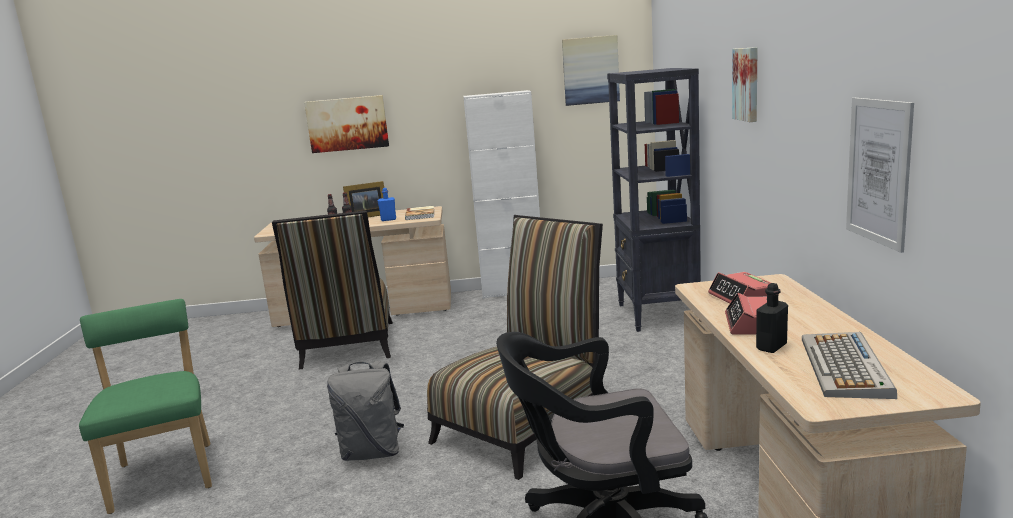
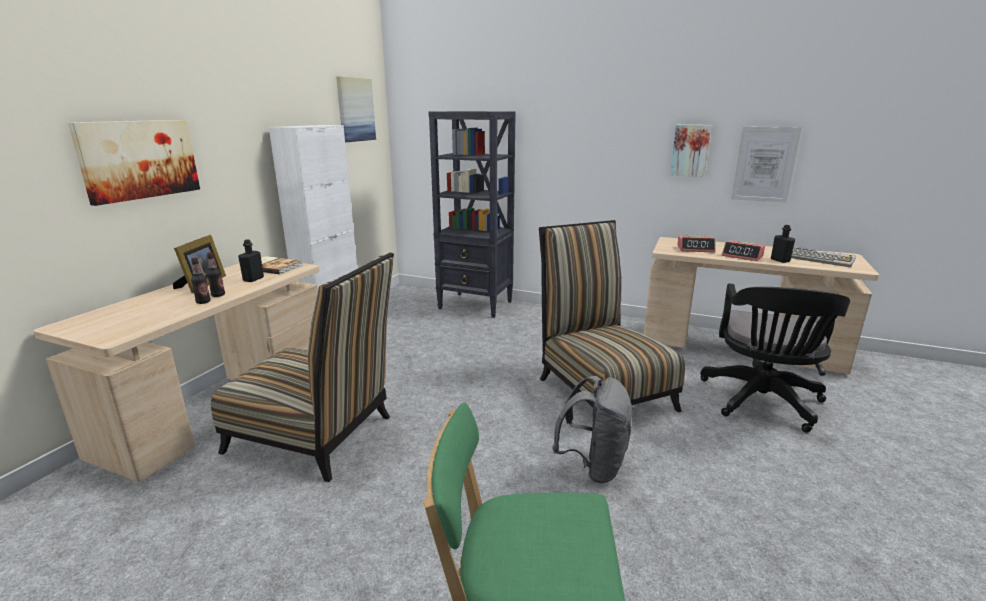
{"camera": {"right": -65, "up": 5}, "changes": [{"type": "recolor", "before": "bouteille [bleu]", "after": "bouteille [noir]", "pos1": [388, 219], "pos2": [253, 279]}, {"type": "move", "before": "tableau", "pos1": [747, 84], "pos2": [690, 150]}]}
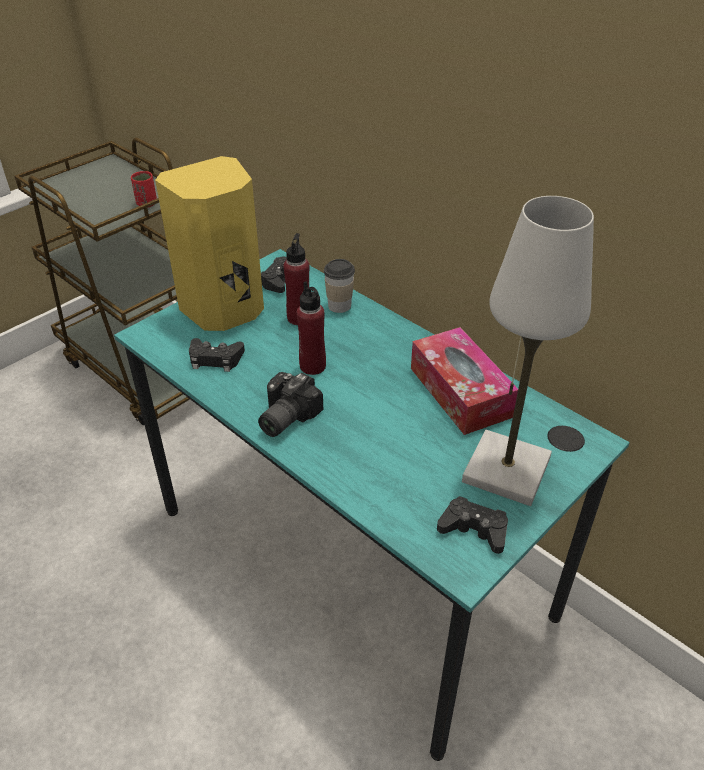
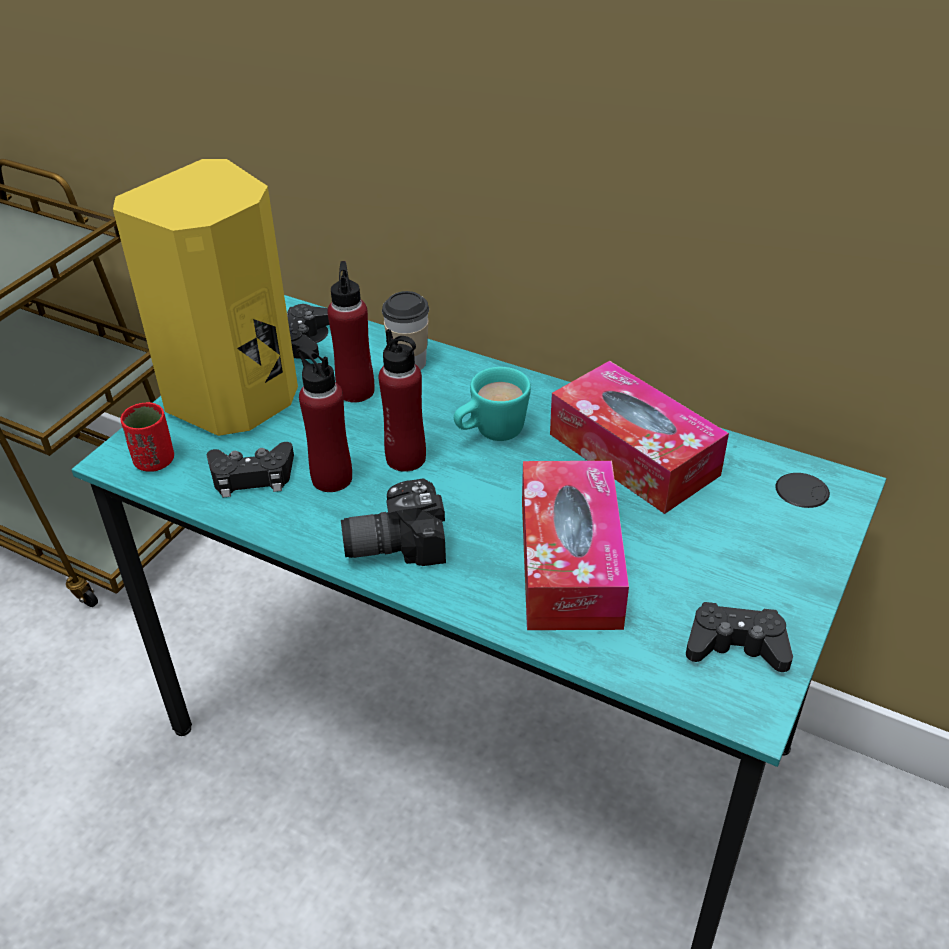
{"camera": {"right": -15, "up": 0}, "changes": [{"type": "move", "before": "tasse [rouge]", "pos1": [147, 203], "pos2": [154, 461]}, {"type": "insert", "after": "bouteille [rouge]", "pos2": [331, 478]}, {"type": "rotate", "before": "appareil photo", "pos1": [284, 417], "pos2": [393, 542], "turn": 60}, {"type": "insert", "after": "mug [turquoise]", "pos2": [490, 433]}, {"type": "insert", "after": "boîte à mouchoirs", "pos2": [569, 562]}, {"type": "delete", "before": "lampe de table [blanc]", "pos1": [505, 470]}]}
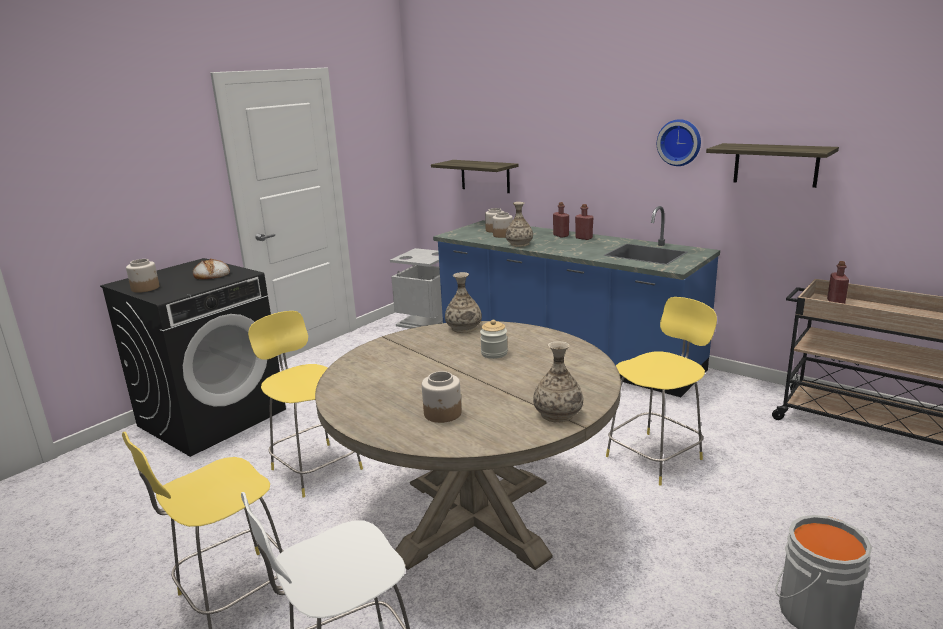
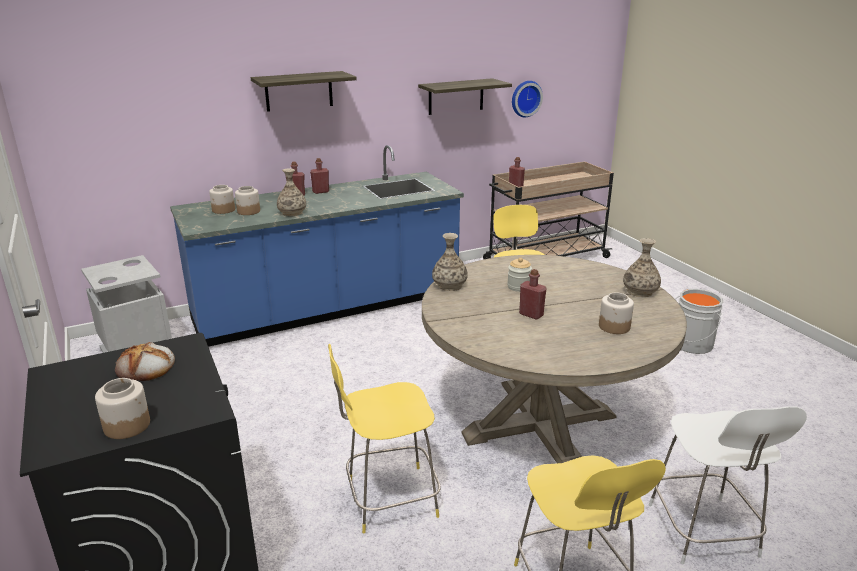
{"camera": {"right": -65, "up": 5}, "changes": [{"type": "move", "before": "étagère", "pos1": [485, 176], "pos2": [299, 91]}, {"type": "move", "before": "horloge murale", "pos1": [680, 142], "pos2": [525, 98]}, {"type": "insert", "after": "bouteille [rouge]", "pos2": [531, 314]}]}
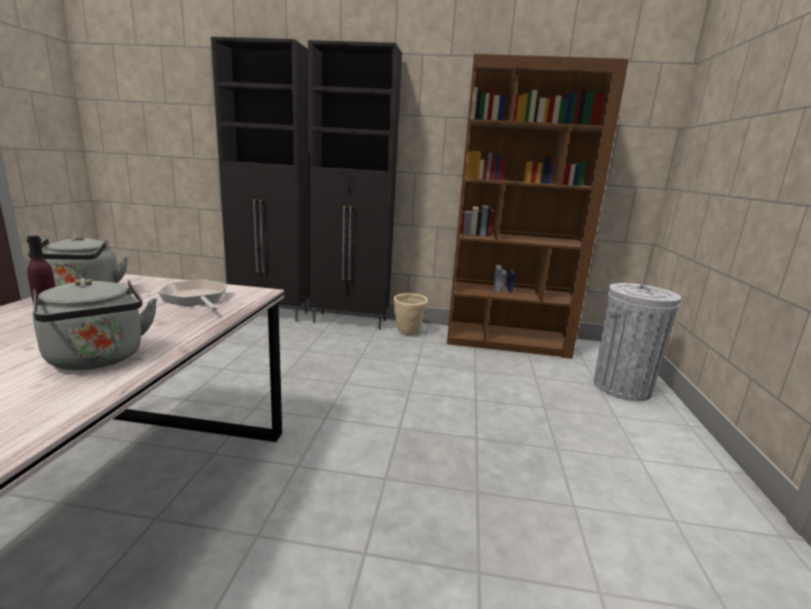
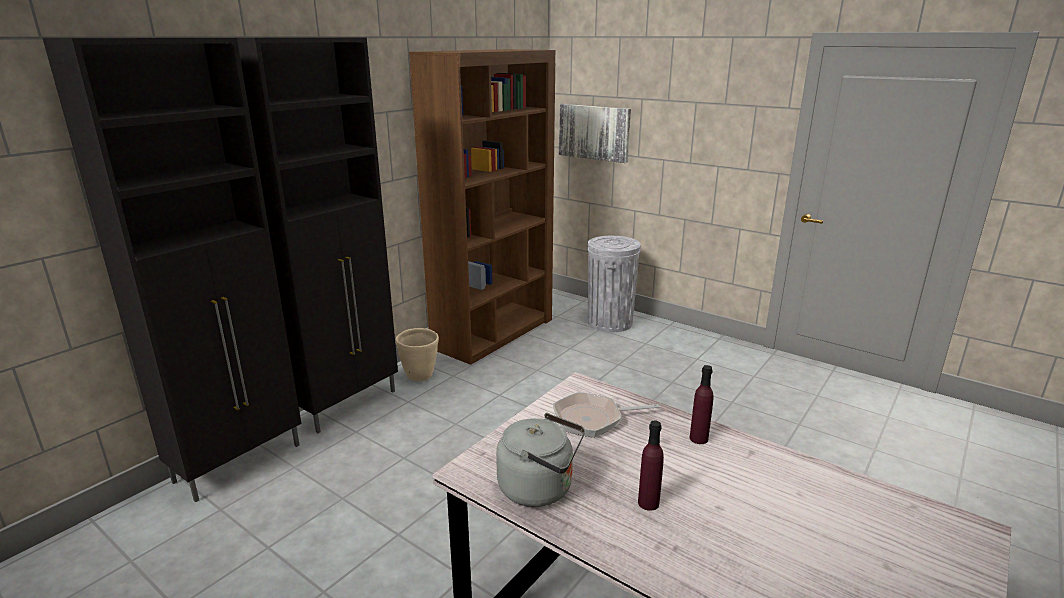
{"camera": {"right": -60, "up": 5}, "changes": [{"type": "insert", "after": "tableau", "pos2": [594, 132]}, {"type": "insert", "after": "bouteille [violet]", "pos2": [698, 438]}, {"type": "delete", "before": "bouilloire [gris]", "pos1": [98, 360]}]}
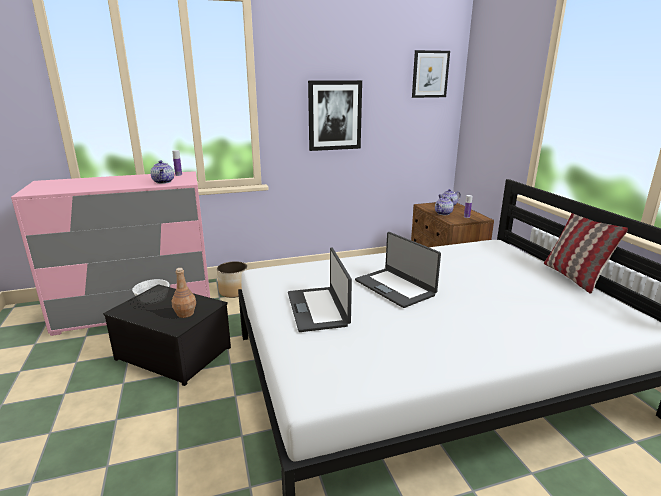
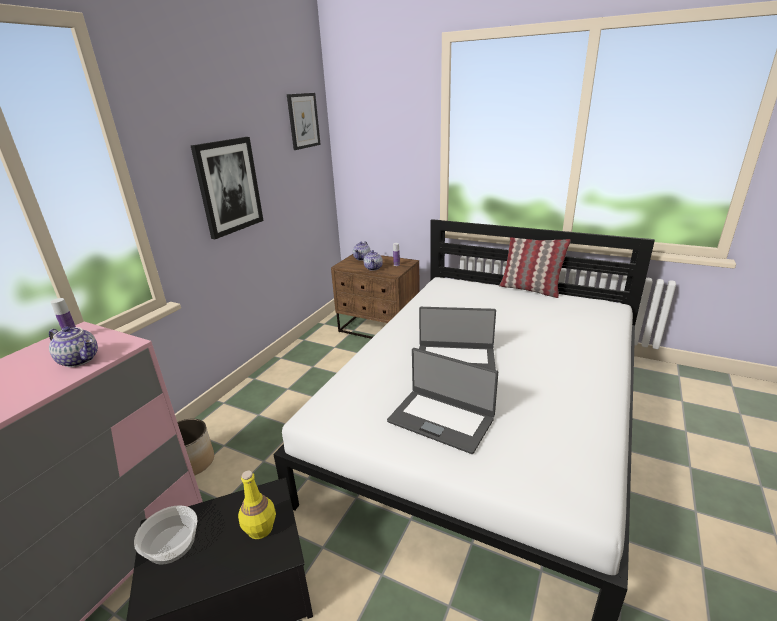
{"camera": {"right": -45, "up": 5}, "changes": [{"type": "recolor", "before": "bouteille [marron]", "after": "bouteille [jaune]", "pos1": [185, 313], "pos2": [260, 528]}]}
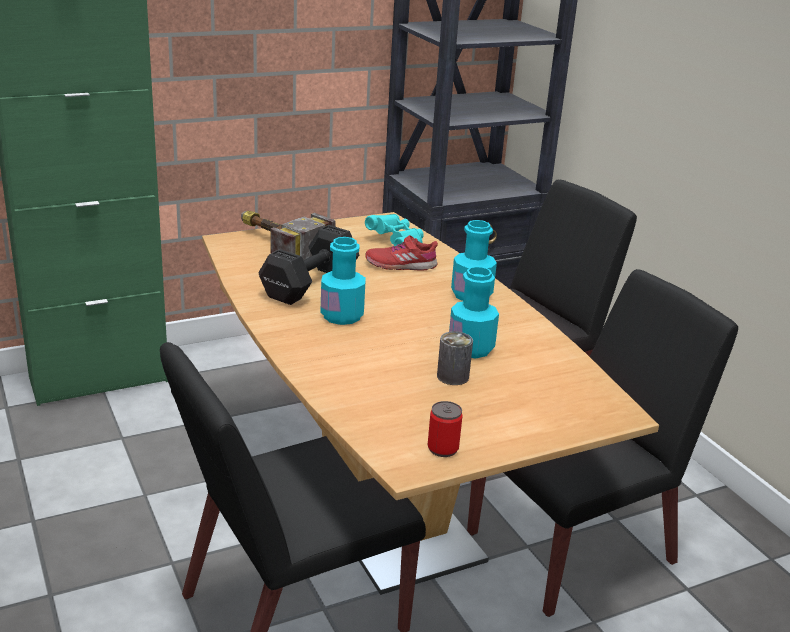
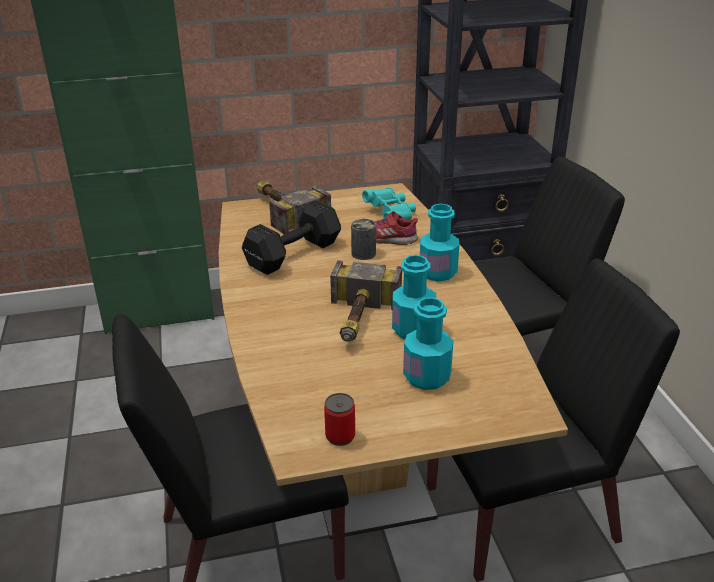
{"camera": {"right": 15, "up": 5}, "changes": [{"type": "insert", "after": "marteau", "pos2": [358, 320]}, {"type": "move", "before": "boîte métallique", "pos1": [453, 376], "pos2": [363, 253]}, {"type": "move", "before": "bouteille [turquoise]", "pos1": [342, 316], "pos2": [427, 377]}]}
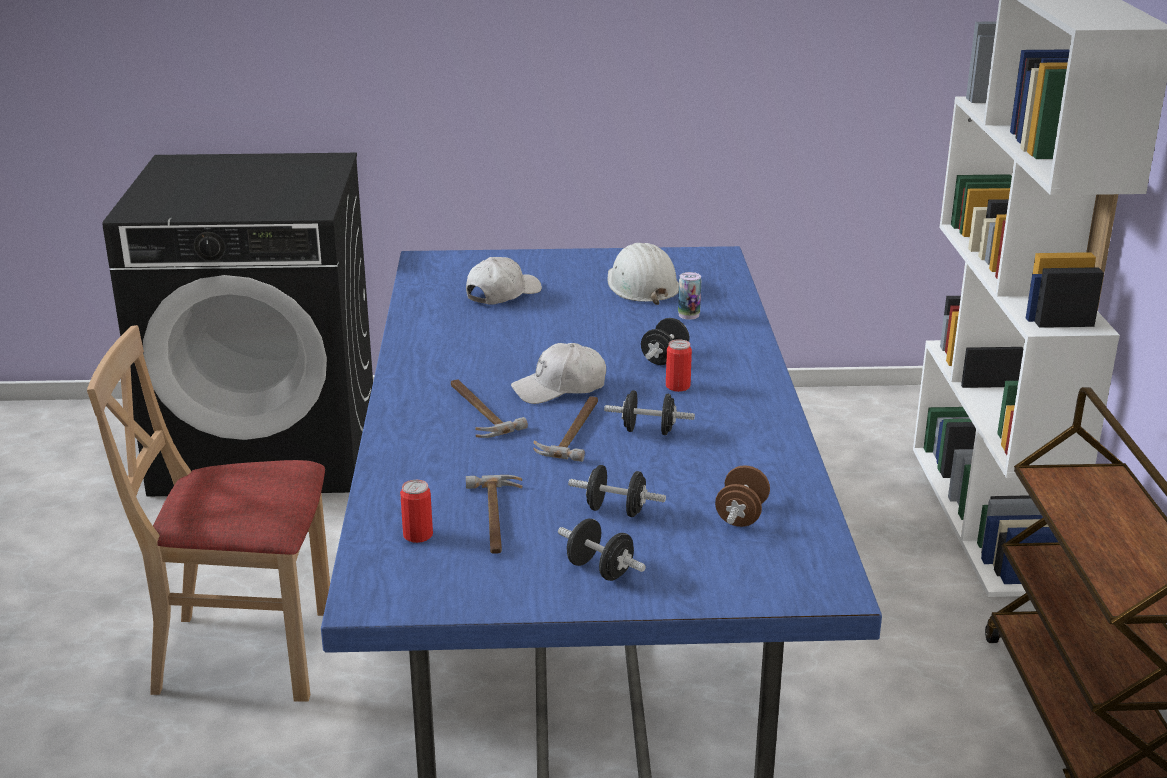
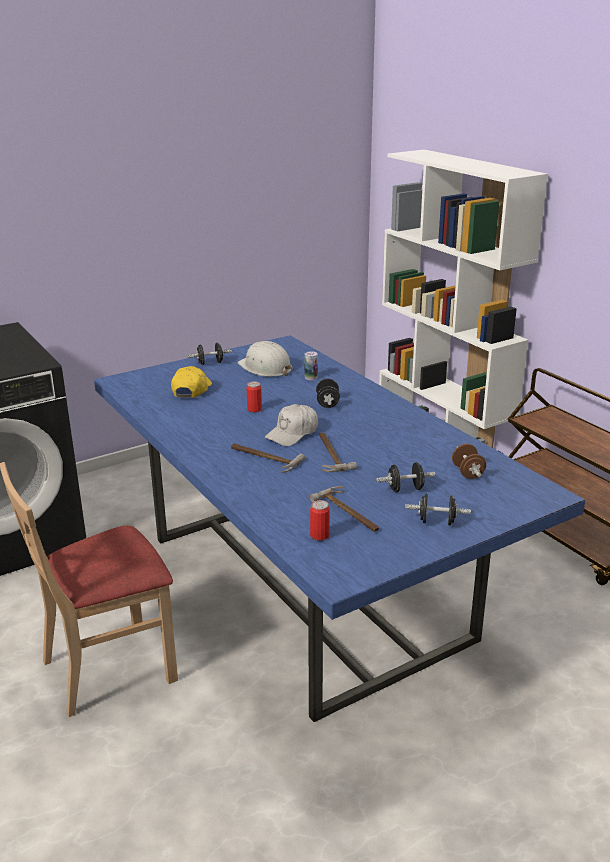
{"camera": {"right": -30, "up": 0}, "changes": [{"type": "recolor", "before": "casquette [blanc]", "after": "casquette [jaune]", "pos1": [502, 294], "pos2": [191, 390]}, {"type": "move", "before": "haltère [noir]", "pos1": [648, 431], "pos2": [210, 363]}, {"type": "move", "before": "boîte métallique", "pos1": [678, 386], "pos2": [254, 409]}]}
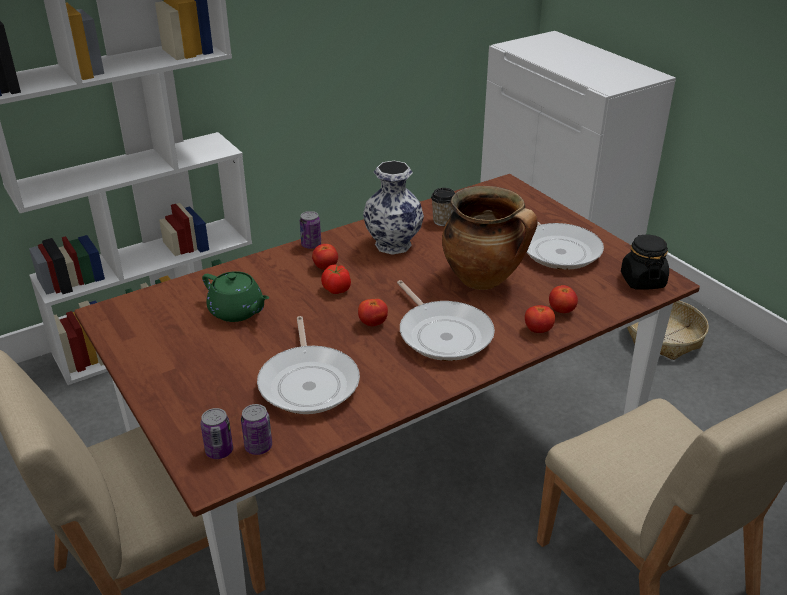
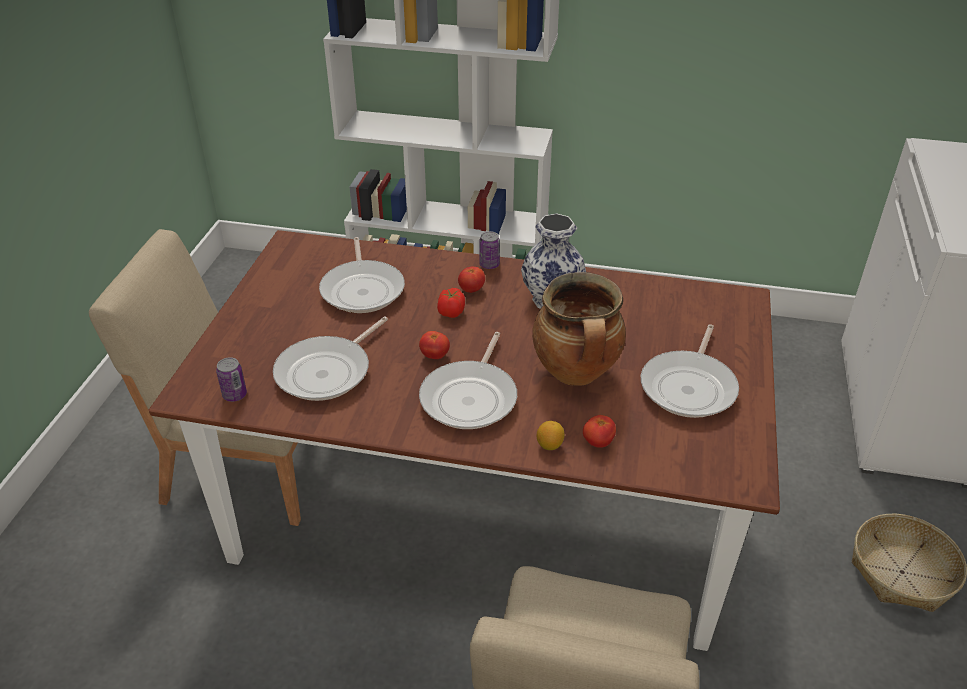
{"camera": {"right": 45, "up": 5}, "changes": [{"type": "replace", "before": "théière [vert]", "after": "poêle", "pos1": [237, 311], "pos2": [363, 289]}, {"type": "replace", "before": "tomate", "after": "citron", "pos1": [538, 330], "pos2": [549, 445]}, {"type": "delete", "before": "boîte métallique", "pos1": [219, 451]}, {"type": "delete", "before": "tasse", "pos1": [443, 221]}, {"type": "delete", "before": "bocal [noir]", "pos1": [642, 280]}]}
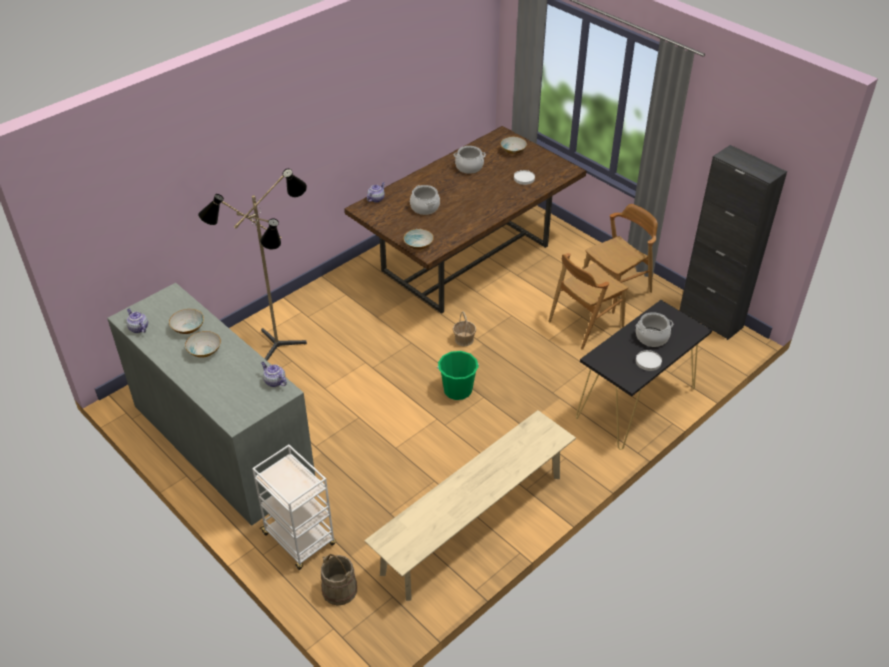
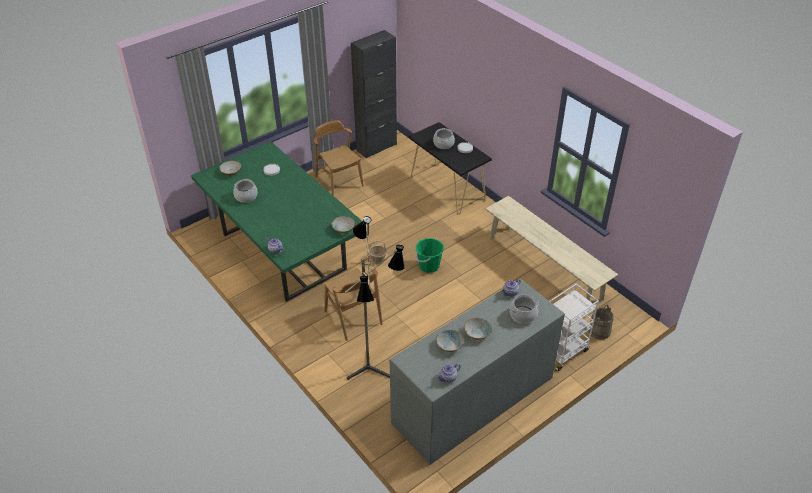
{"camera": {"right": -85, "up": 0}, "changes": [{"type": "recolor", "before": "table à manger [marron]", "after": "table à manger [vert]", "pos1": [467, 258], "pos2": [283, 251]}, {"type": "move", "before": "chaise [marron]", "pos1": [585, 324], "pos2": [353, 318]}, {"type": "move", "before": "marmite", "pos1": [424, 207], "pos2": [523, 315]}]}
